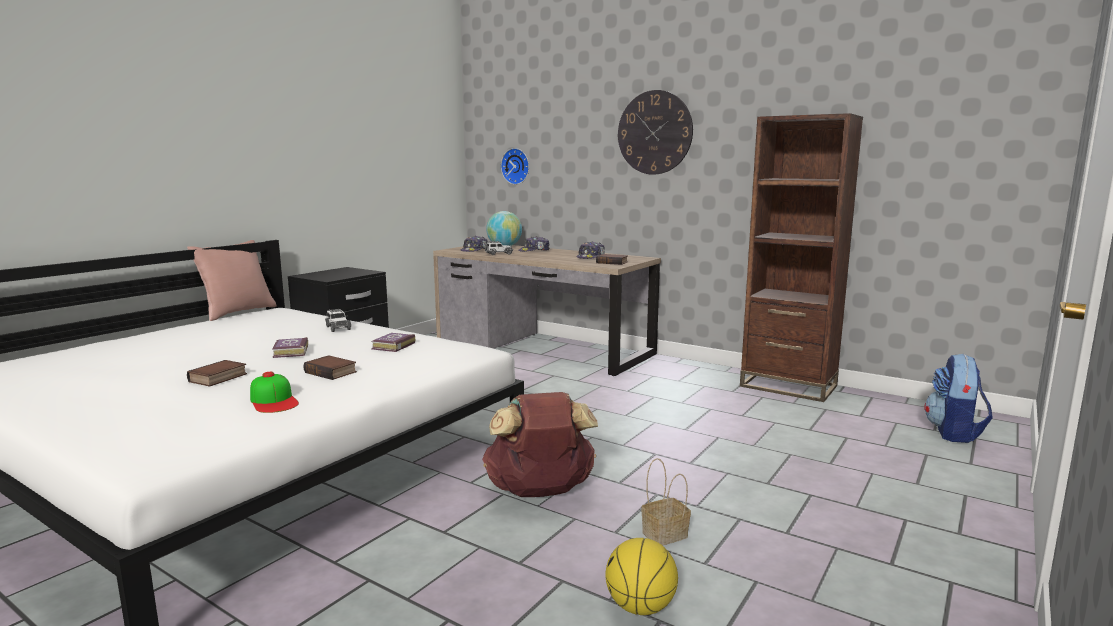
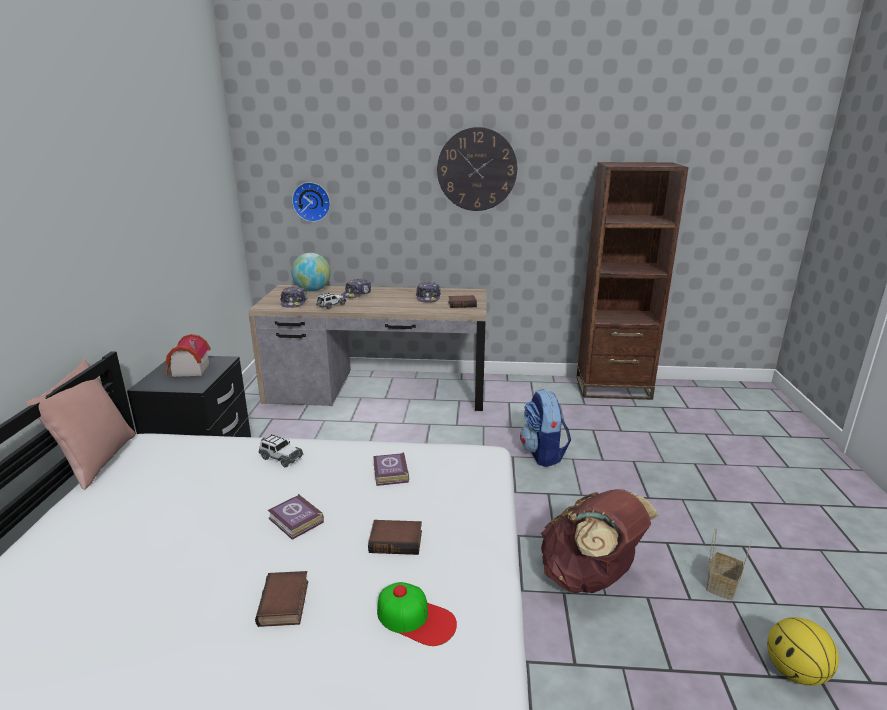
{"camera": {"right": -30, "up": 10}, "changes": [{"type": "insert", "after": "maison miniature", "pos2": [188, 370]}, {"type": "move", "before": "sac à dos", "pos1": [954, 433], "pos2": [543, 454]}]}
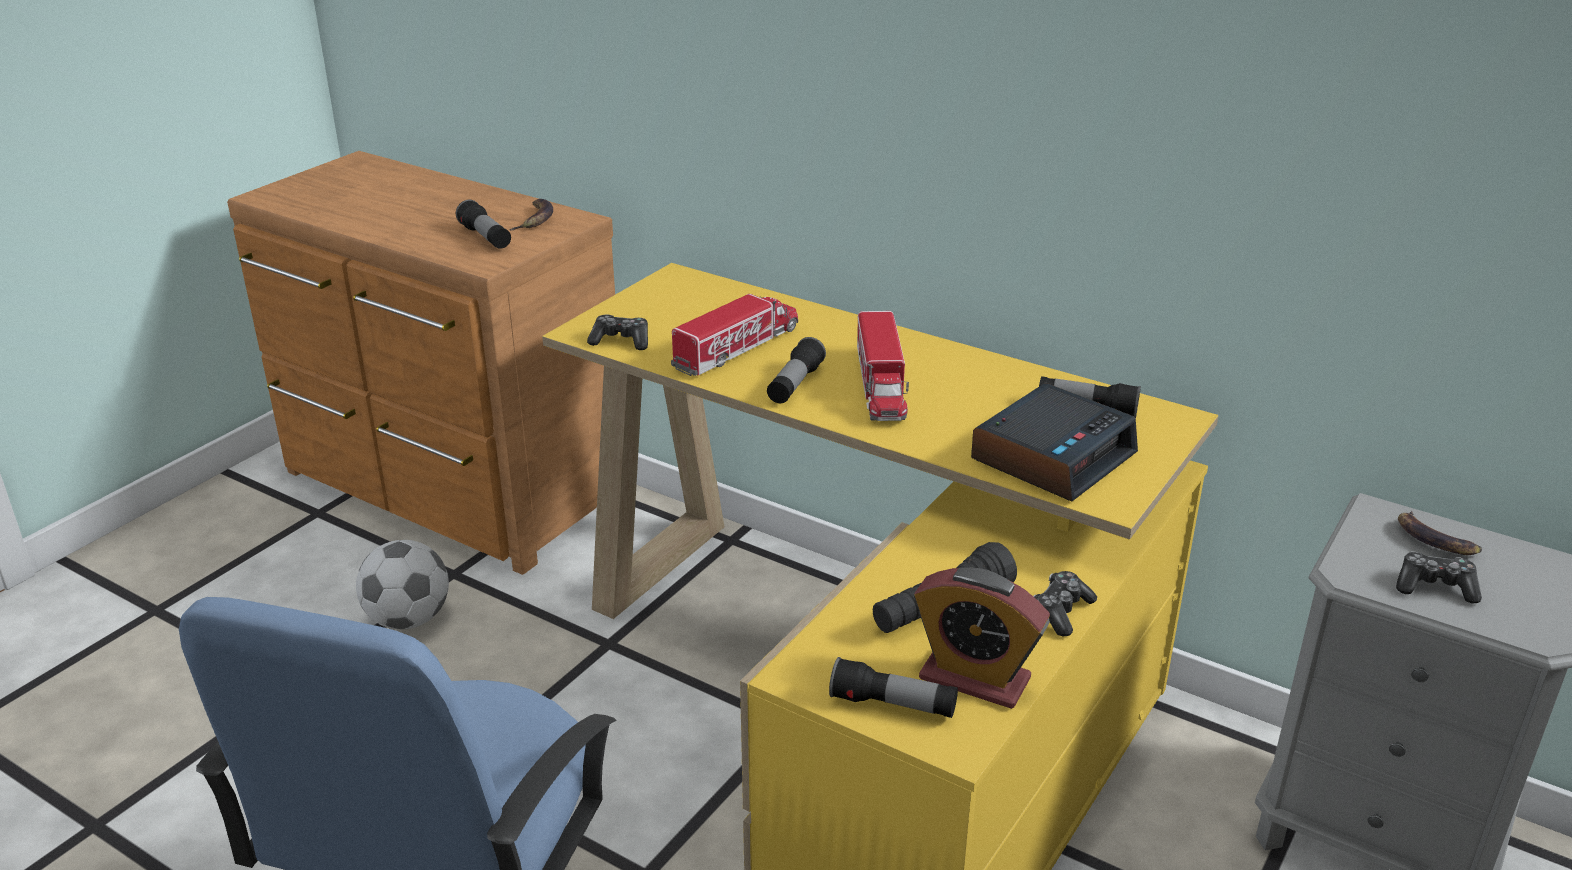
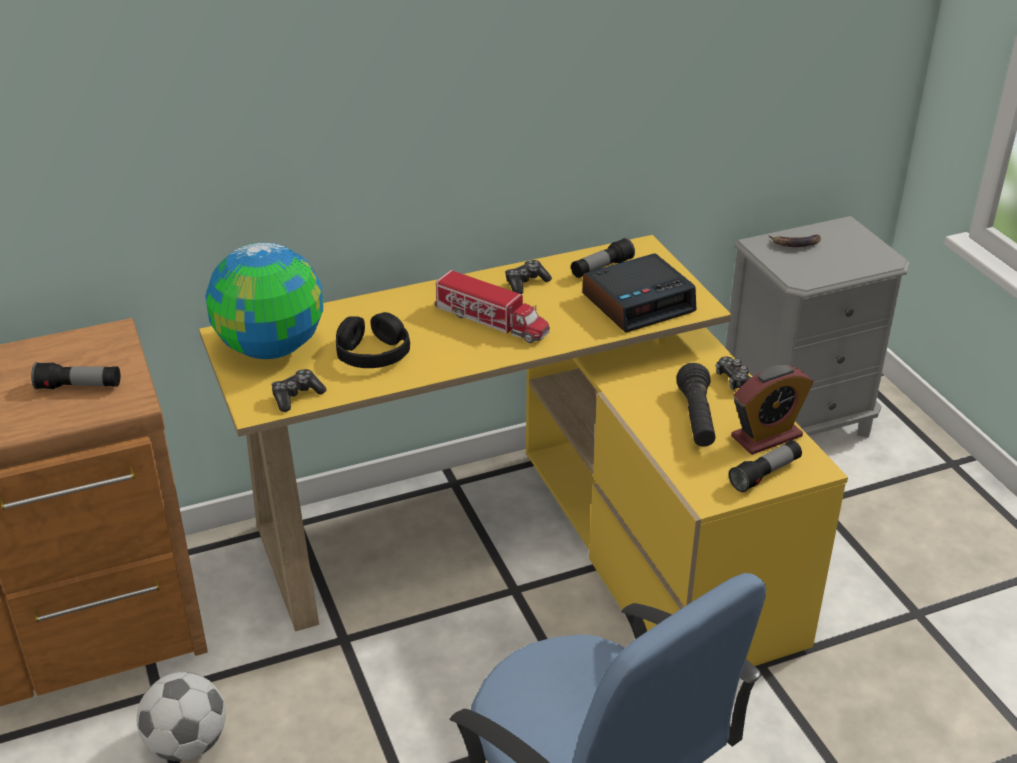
{"camera": {"right": -55, "up": 5}, "changes": [{"type": "insert", "after": "globe", "pos2": [272, 348]}, {"type": "replace", "before": "camion jouet", "after": "casque audio [noir]", "pos1": [737, 348], "pos2": [373, 353]}, {"type": "move", "before": "manette", "pos1": [1434, 587], "pos2": [526, 283]}, {"type": "rotate", "before": "réveil", "pos1": [1053, 456], "pos2": [638, 302], "turn": 75}, {"type": "delete", "before": "banane", "pos1": [535, 219]}, {"type": "delete", "before": "lampe de poche", "pos1": [795, 384]}]}
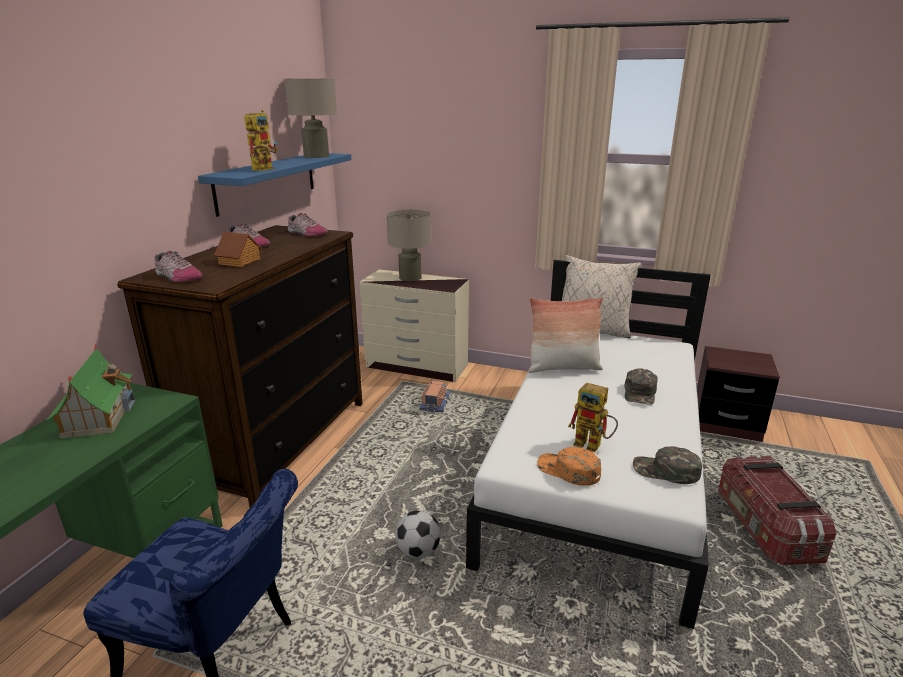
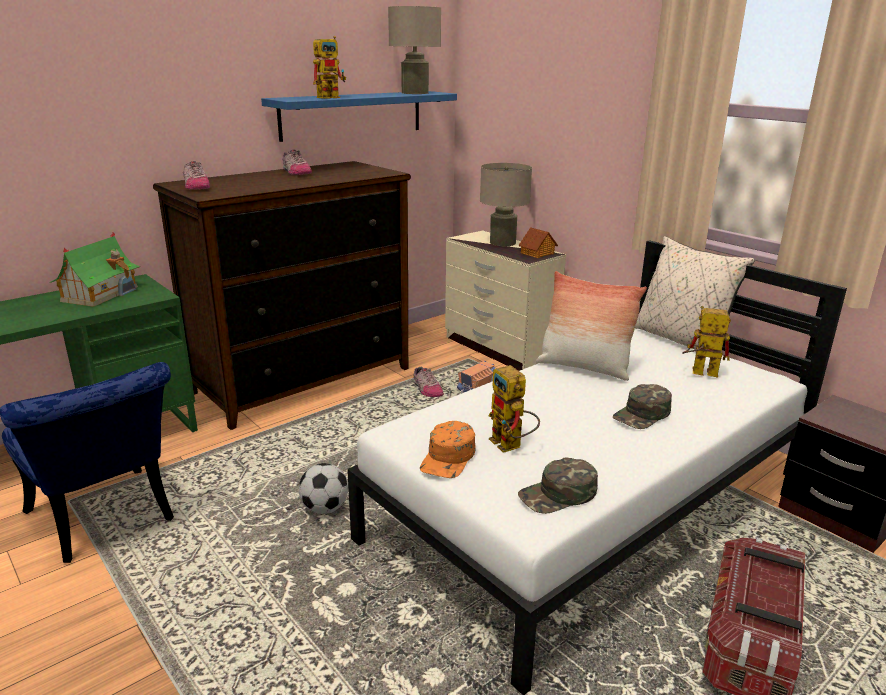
{"camera": {"right": 30, "up": 0}, "changes": [{"type": "move", "before": "chaussure", "pos1": [306, 233], "pos2": [426, 389]}, {"type": "rotate", "before": "casquette [orange]", "pos1": [568, 470], "pos2": [448, 458], "turn": -135}, {"type": "rotate", "before": "casquette [vert]", "pos1": [665, 471], "pos2": [558, 494], "turn": -75}, {"type": "move", "before": "maison miniature", "pos1": [240, 261], "pos2": [537, 253]}, {"type": "insert", "after": "robot jouet", "pos2": [698, 373]}]}
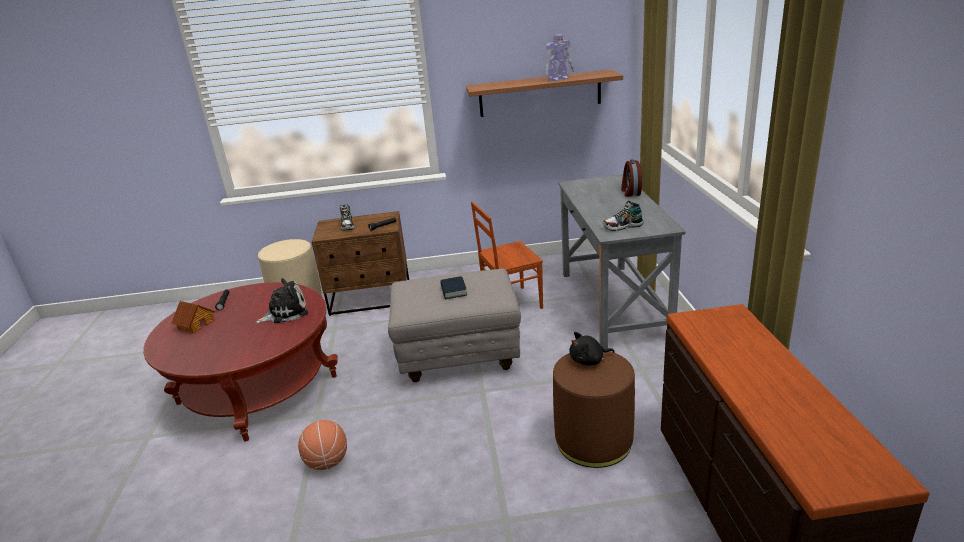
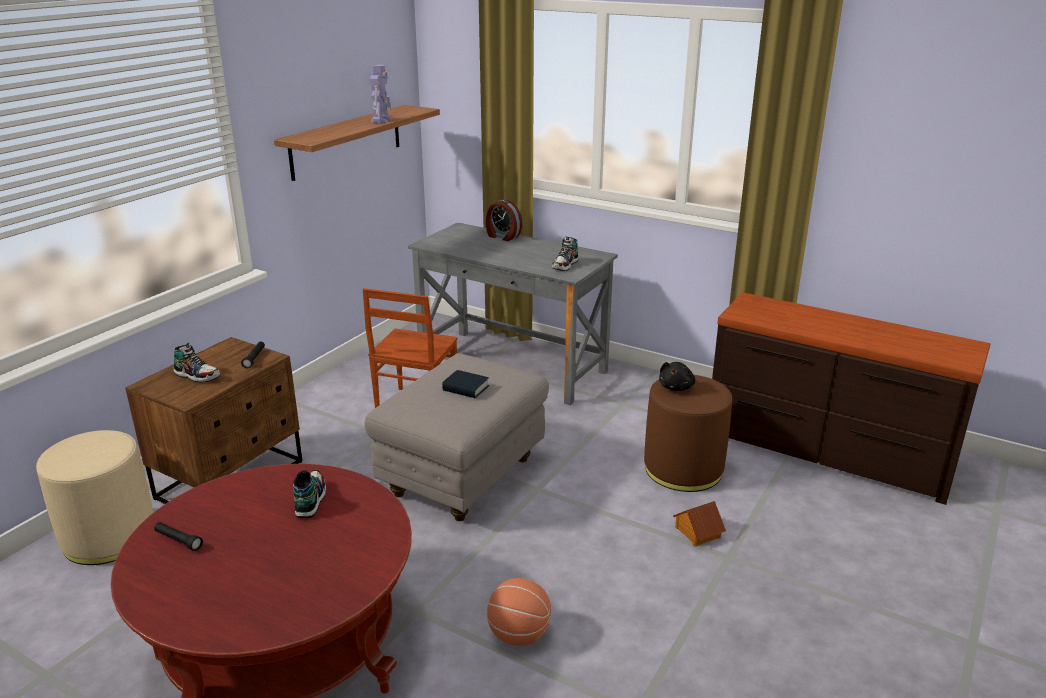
{"camera": {"right": -55, "up": 0}, "changes": [{"type": "replace", "before": "peluche", "after": "chaussure", "pos1": [285, 312], "pos2": [310, 500]}, {"type": "move", "before": "maison miniature", "pos1": [196, 324], "pos2": [697, 532]}]}
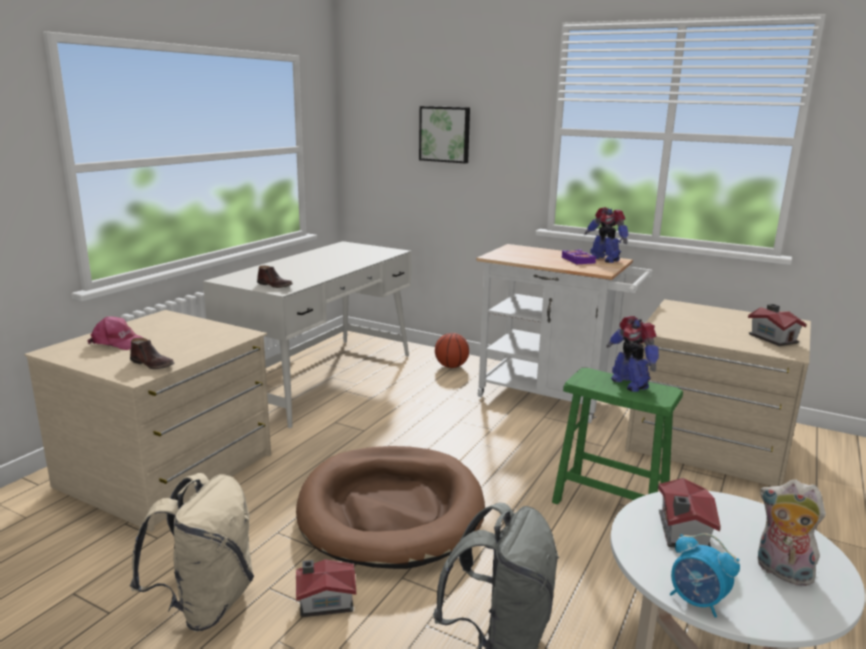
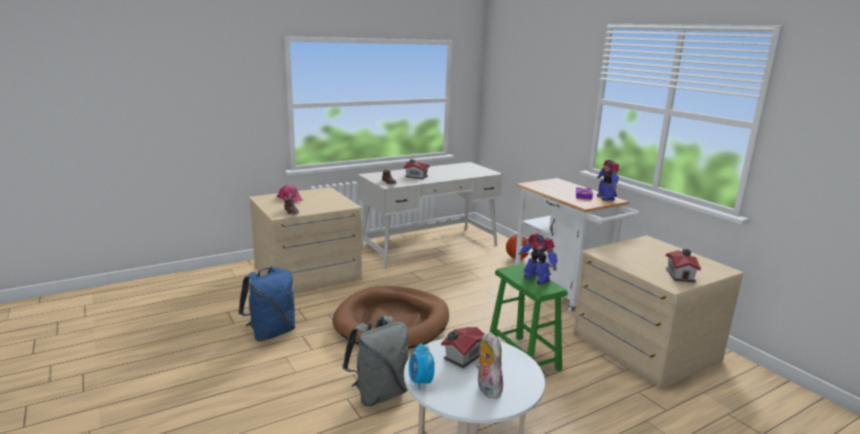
{"camera": {"right": 30, "up": 0}, "changes": [{"type": "recolor", "before": "sac à dos [beige]", "after": "sac à dos [bleu]", "pos1": [206, 604], "pos2": [271, 333]}, {"type": "move", "before": "maison miniature", "pos1": [324, 601], "pos2": [416, 176]}, {"type": "rotate", "before": "robot jouet", "pos1": [629, 383], "pos2": [536, 278], "turn": -45}, {"type": "delete", "before": "tableau", "pos1": [445, 134]}]}
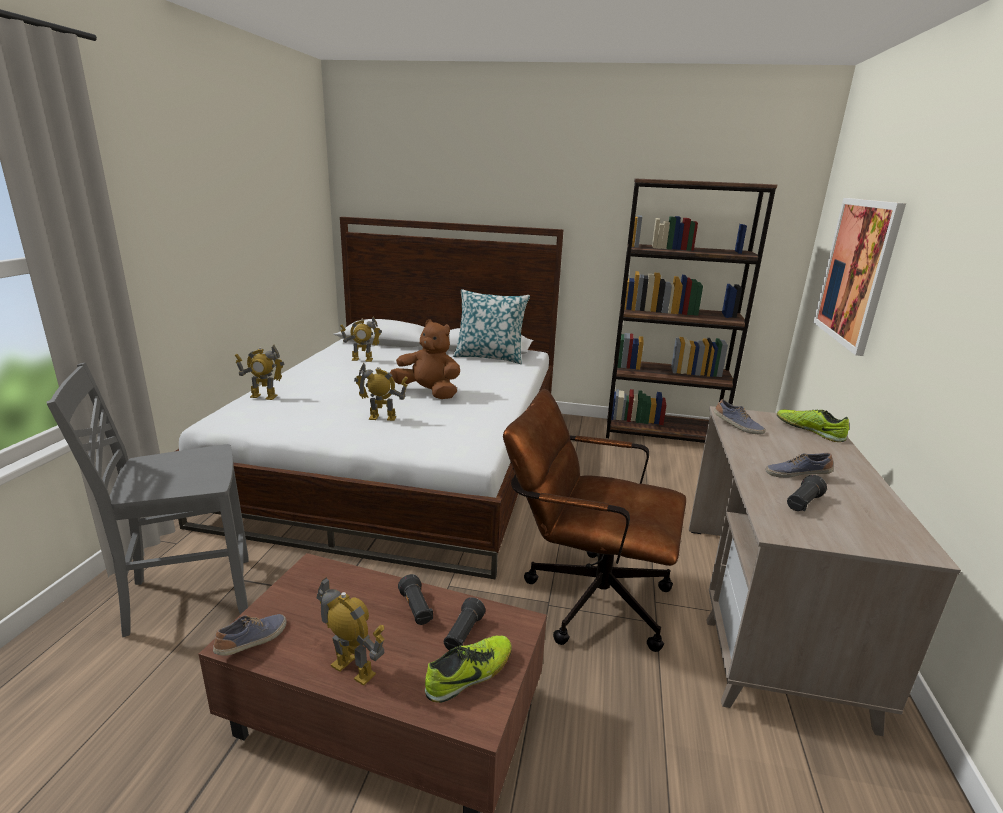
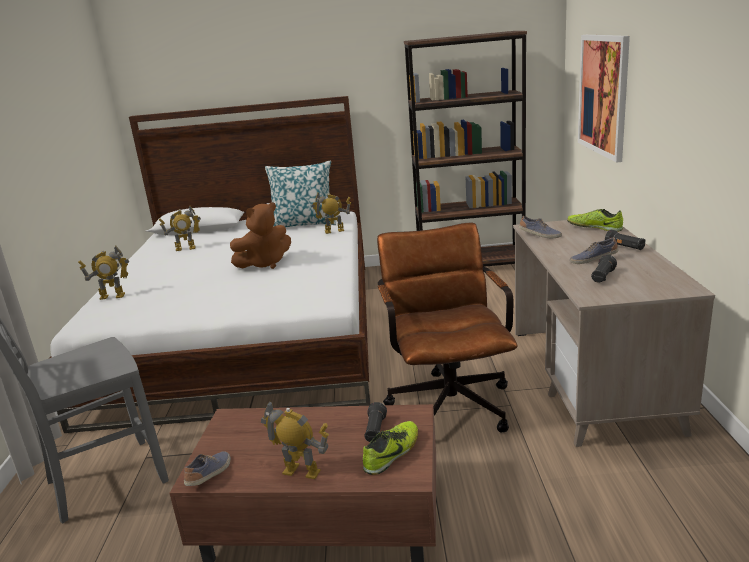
{"camera": {"right": -10, "up": 0}, "changes": [{"type": "rotate", "before": "peluche [marron]", "pos1": [428, 393], "pos2": [265, 264], "turn": 135}, {"type": "move", "before": "robot jouet", "pos1": [382, 418], "pos2": [334, 231]}, {"type": "rotate", "before": "chaise de bureau [marron]", "pos1": [585, 596], "pos2": [448, 400], "turn": 75}, {"type": "move", "before": "lampe de poche [noir]", "pos1": [416, 609], "pos2": [625, 248]}]}
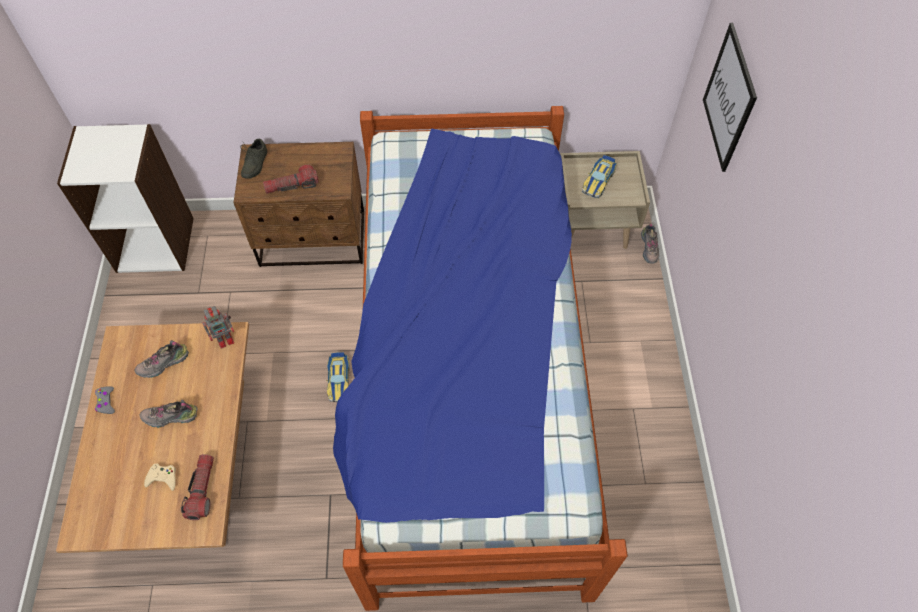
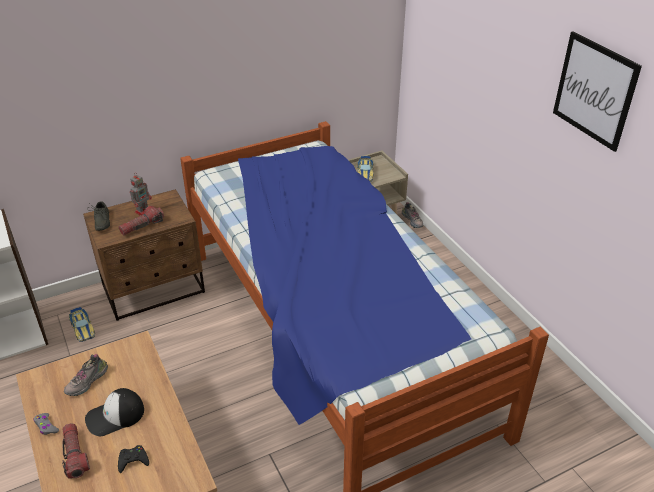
{"camera": {"right": -25, "up": -20}, "changes": [{"type": "move", "before": "lampe de poche", "pos1": [202, 489], "pos2": [75, 455]}, {"type": "move", "before": "petite voiture", "pos1": [339, 380], "pos2": [82, 328]}, {"type": "replace", "before": "chaussure", "after": "casquette", "pos1": [170, 417], "pos2": [115, 416]}, {"type": "recolor", "before": "manette [beige]", "after": "manette [noir]", "pos1": [163, 478], "pos2": [133, 460]}, {"type": "move", "before": "robot jouet", "pos1": [226, 338], "pos2": [143, 211]}, {"type": "move", "before": "tableau", "pos1": [729, 98], "pos2": [594, 91]}]}
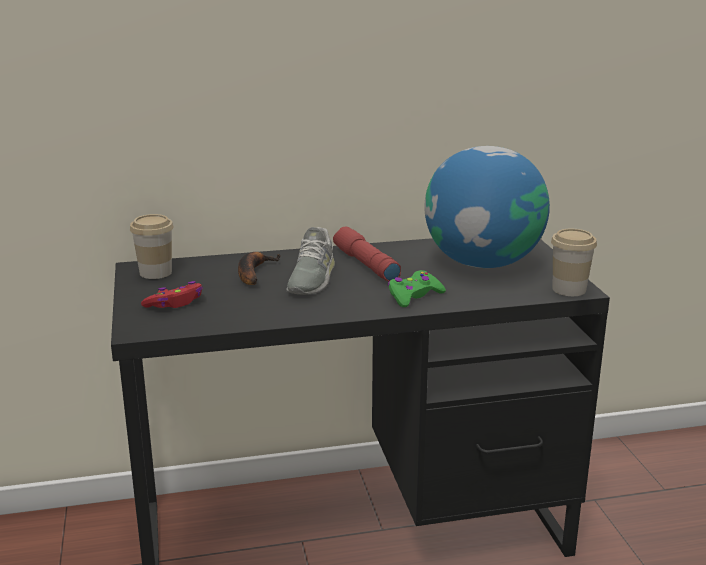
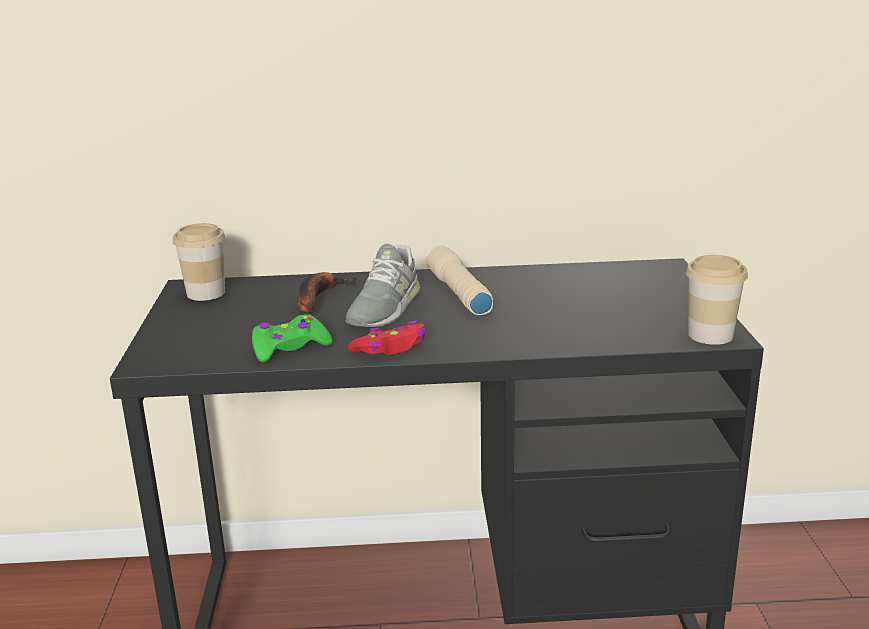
{"camera": {"right": 10, "up": 0}, "changes": [{"type": "move", "before": "manette [vert]", "pos1": [414, 296], "pos2": [289, 347]}, {"type": "move", "before": "manette [rouge]", "pos1": [175, 303], "pos2": [391, 348]}, {"type": "recolor", "before": "lampe de poche [rouge]", "after": "lampe de poche [beige]", "pos1": [365, 264], "pos2": [457, 293]}, {"type": "delete", "before": "globe", "pos1": [483, 263]}]}
